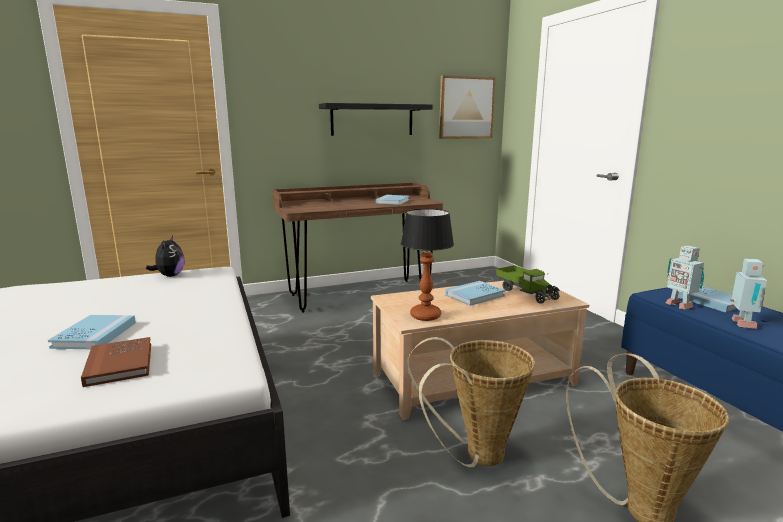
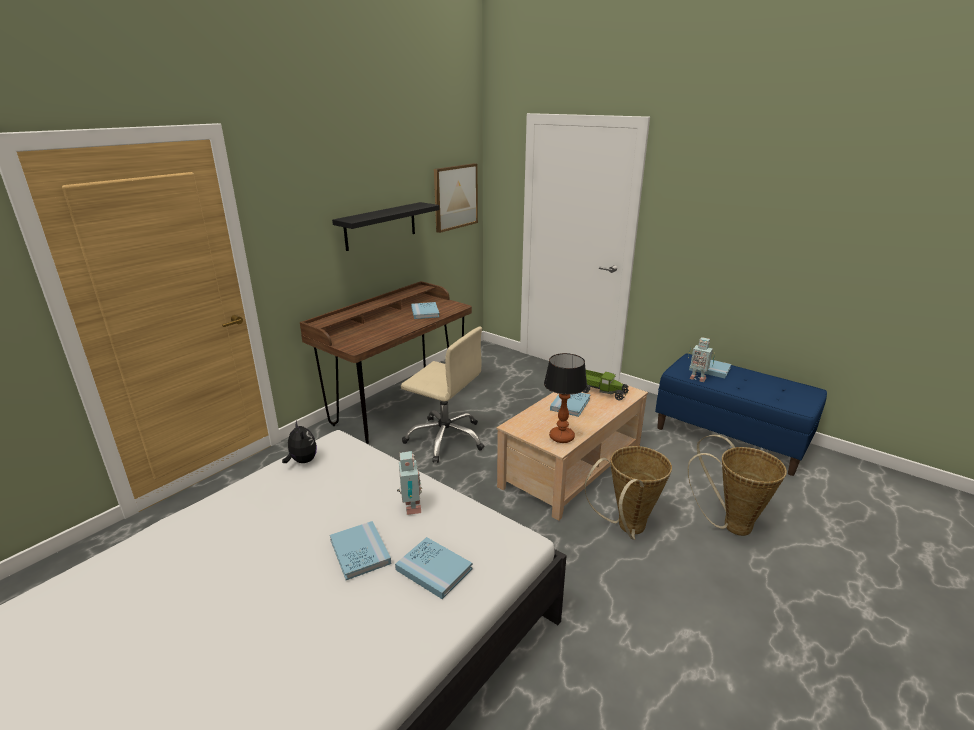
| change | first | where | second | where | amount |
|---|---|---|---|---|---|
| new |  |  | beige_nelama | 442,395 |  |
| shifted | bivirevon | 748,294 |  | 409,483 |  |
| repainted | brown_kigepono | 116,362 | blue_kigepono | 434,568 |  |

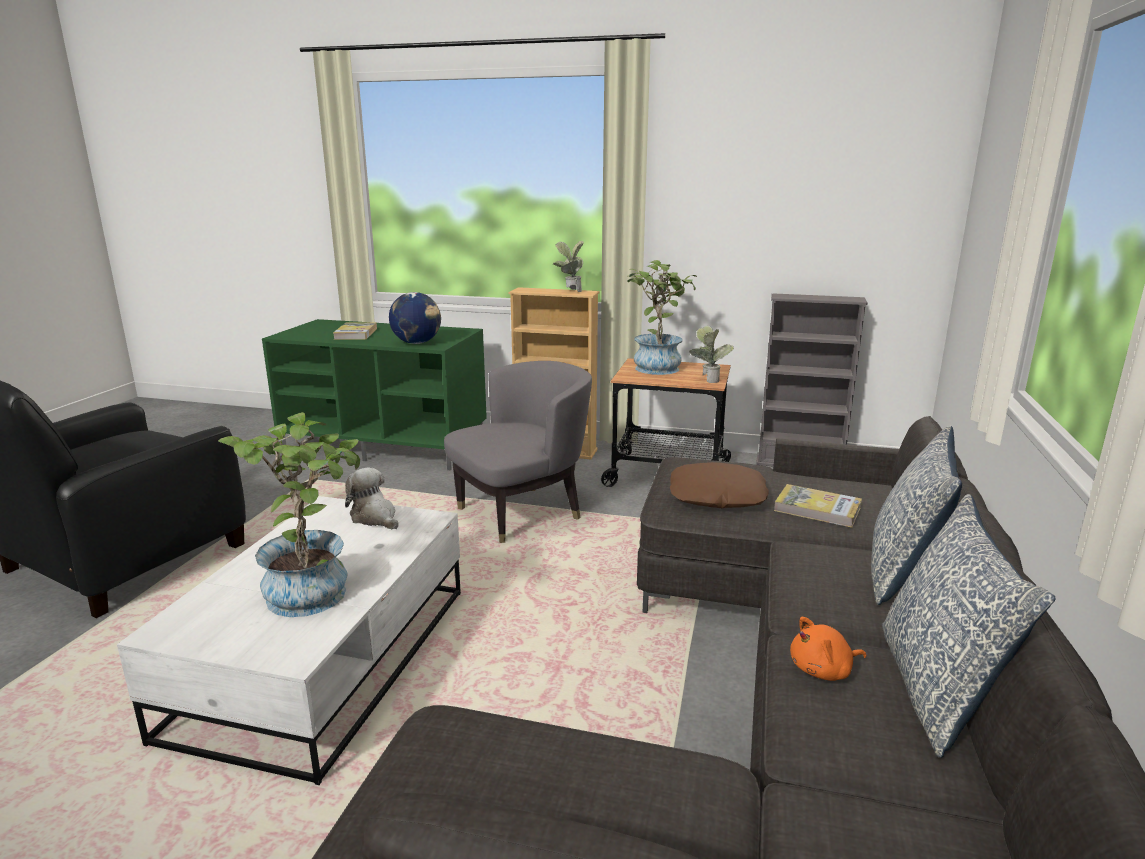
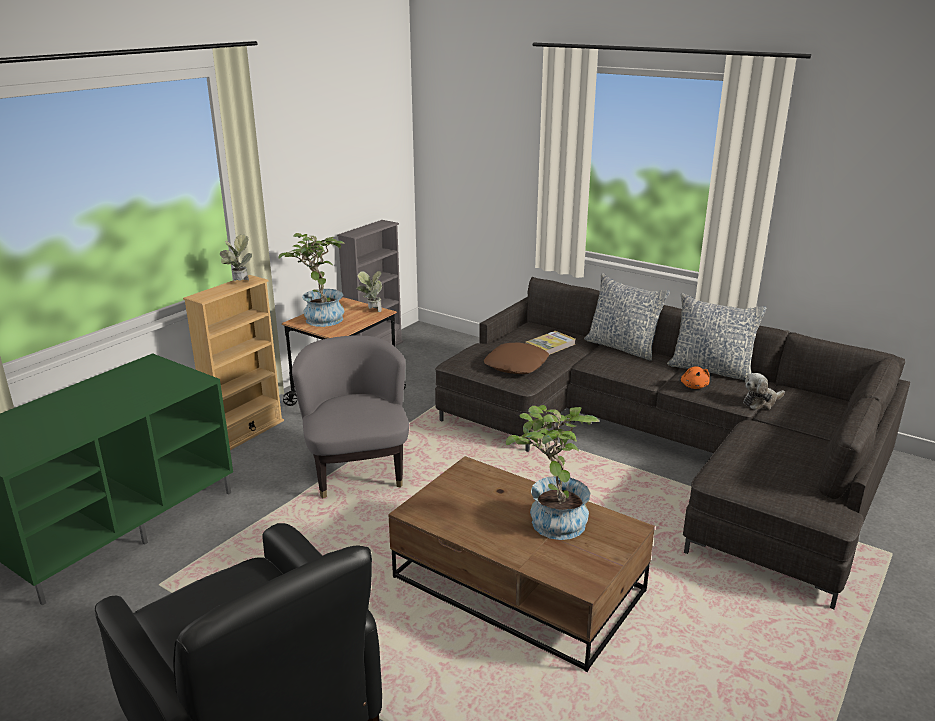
| change | first | where | second | where | amount |
|---|---|---|---|---|---|
| gone | kigepono | 355,331 |  |  |  |
| gone | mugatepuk | 415,318 |  |  |  |
| shifted | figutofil | 372,498 |  | 764,391 |  |
| repainted | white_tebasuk | 289,640 | brown_tebasuk | 521,564 |  |

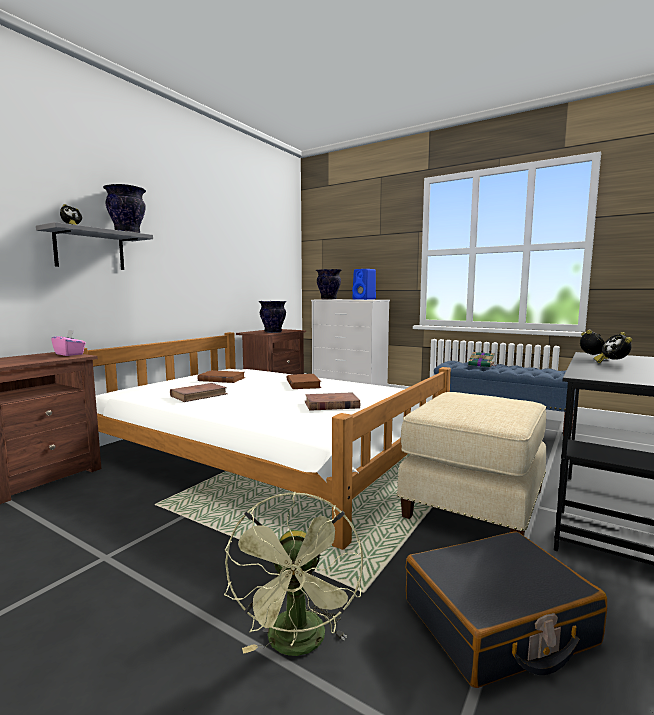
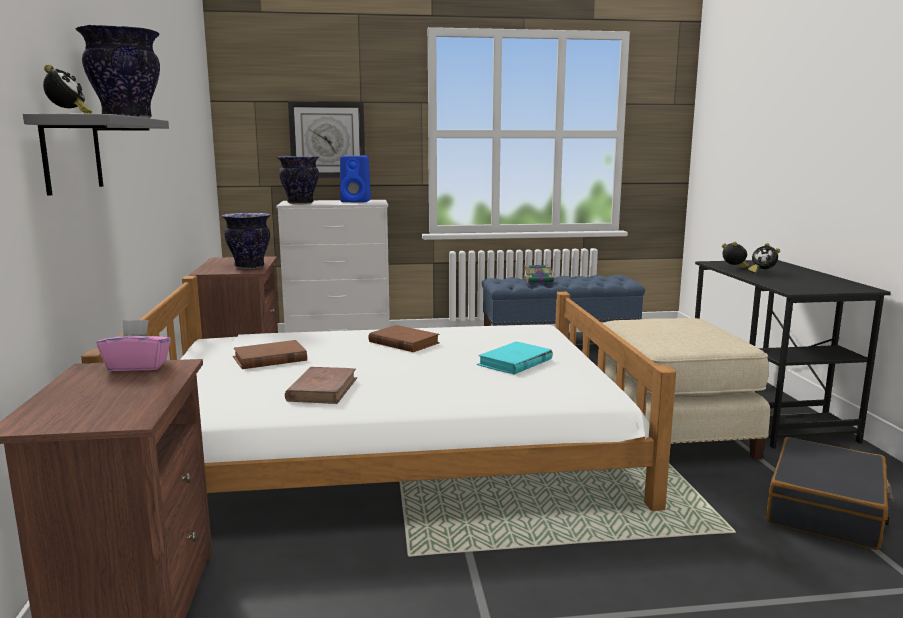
| change | first | where | second | where | amount |
|---|---|---|---|---|---|
| gone | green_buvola | 293,574 |  |  |  |
| new |  |  | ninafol | 326,140 |  |
| repainted | brown_kigepono | 332,401 | turquoise_kigepono | 515,358 |  |

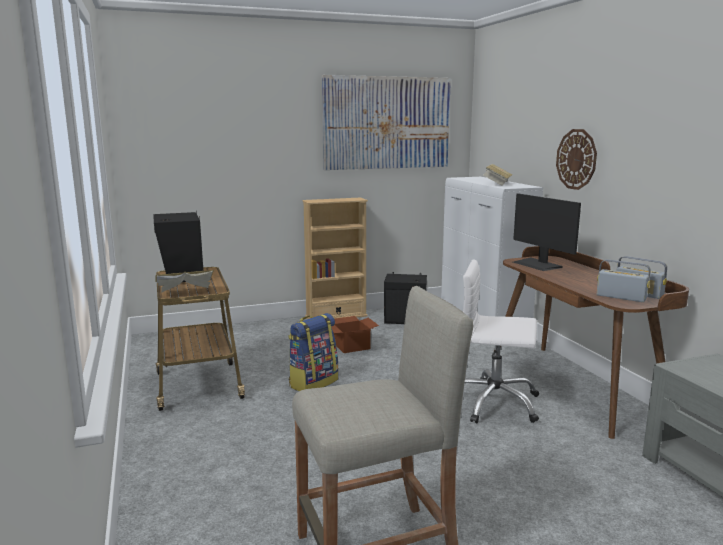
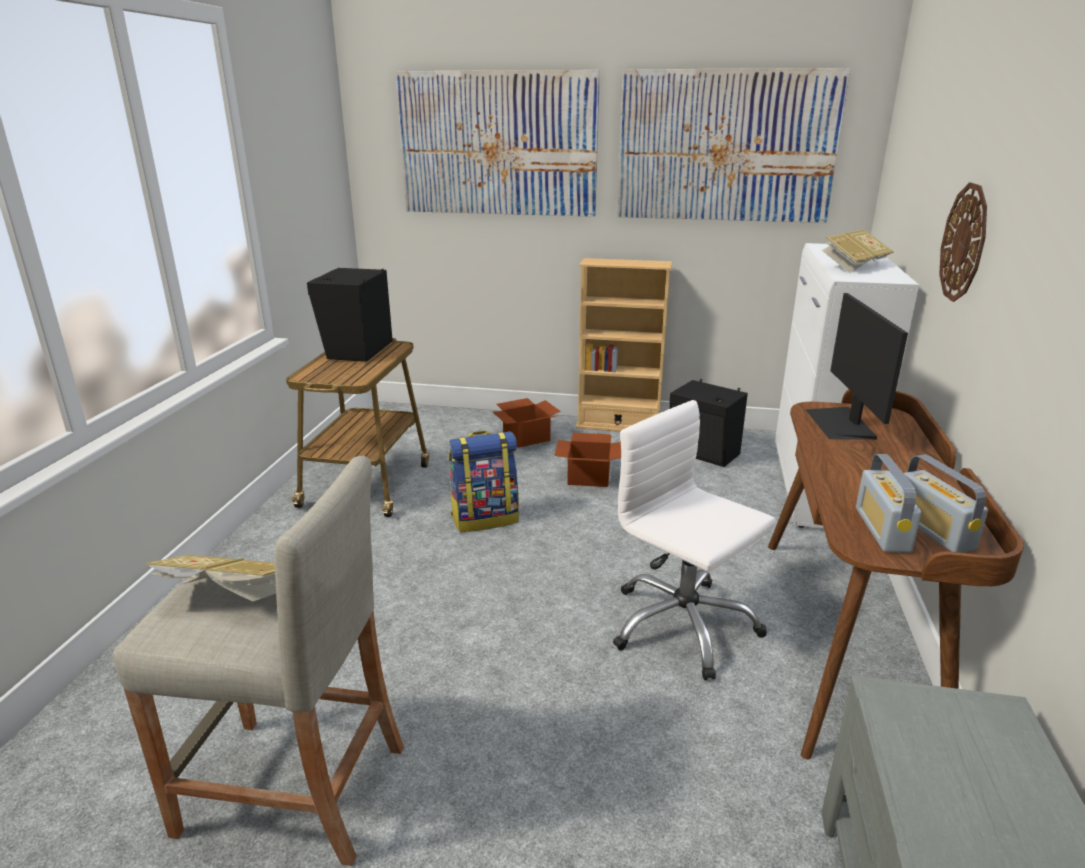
| change | first | where | second | where | amount |
|---|---|---|---|---|---|
| new |  |  | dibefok | 498,143 |  |
| new |  |  | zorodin | 527,423 |  |
| shifted | kigepono | 184,281 |  | 210,578 |  |
| rotated | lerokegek | 623,281 |  | 889,503 | 150 degrees counterclockwise |

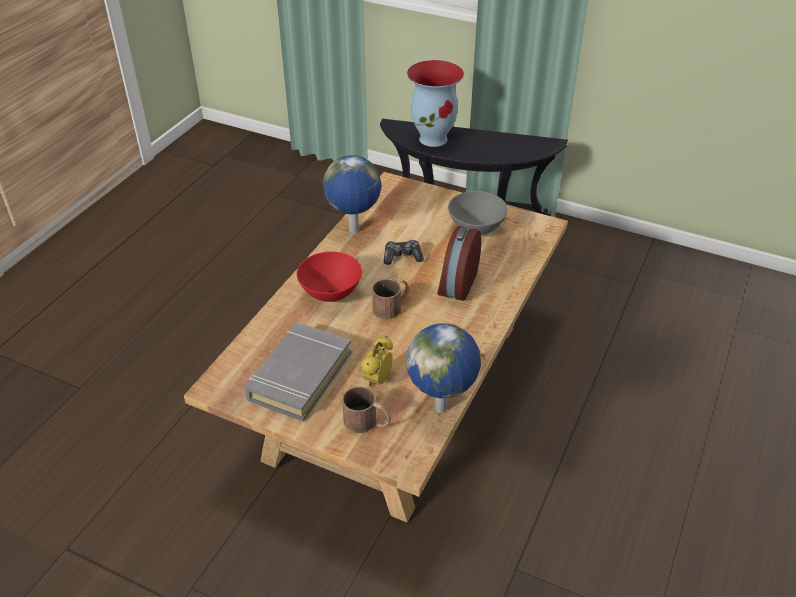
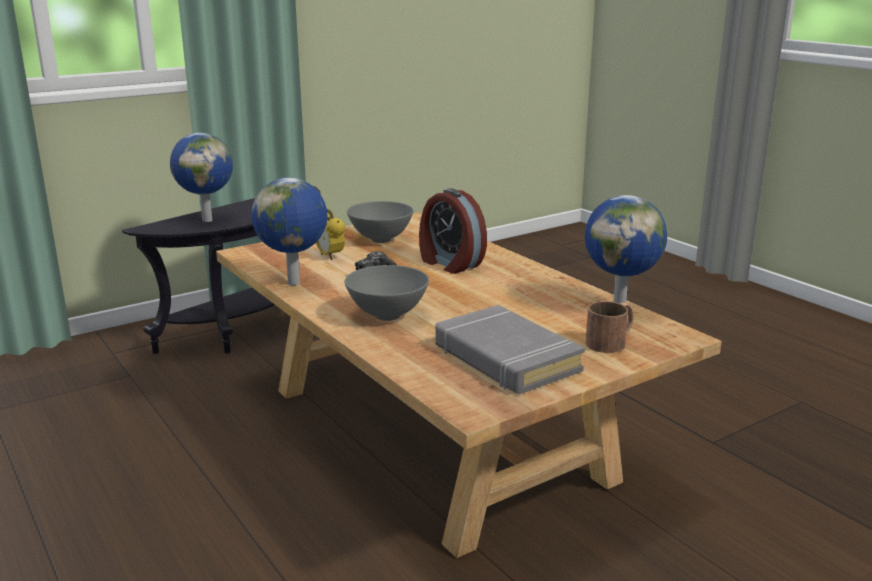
| change | first | where | second | where | amount |
|---|---|---|---|---|---|
| gone | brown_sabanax | 390,299 |  |  |  |
| shifted | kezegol | 377,361 |  | 330,234 |  |
| swapped | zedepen | 435,103 | mugatepuk | 201,177 |  |
| repainted | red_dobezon | 329,277 | grey_dobezon | 387,293 |  |

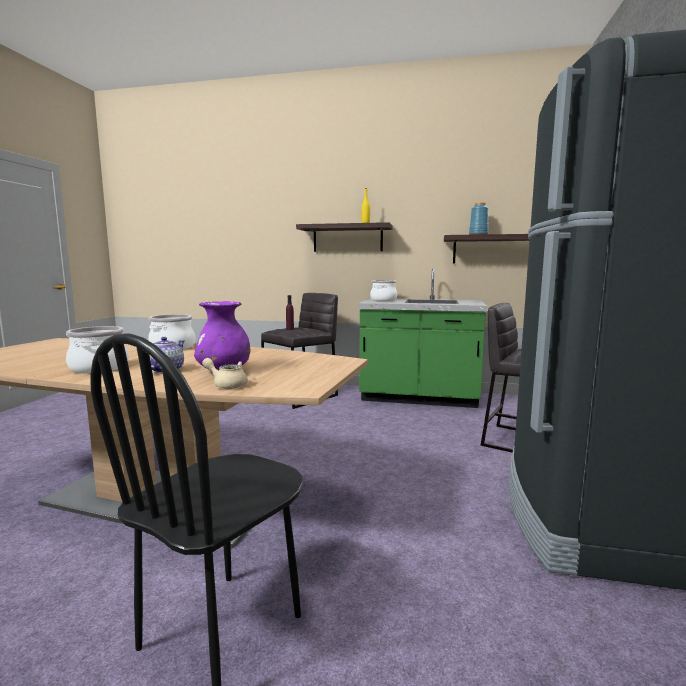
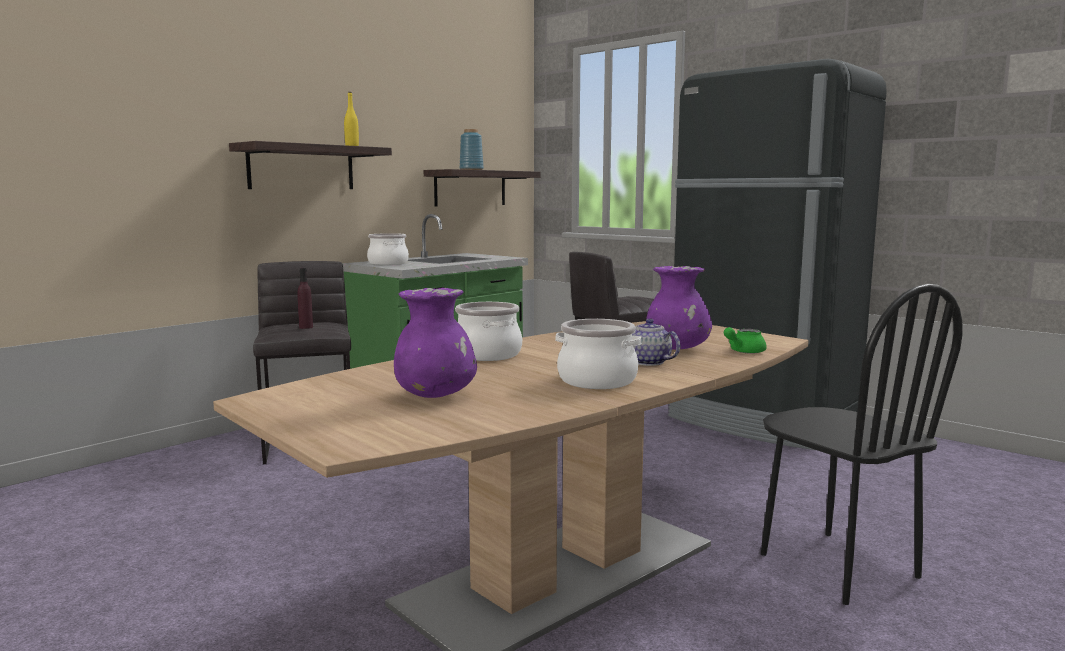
| change | first | where | second | where | amount |
|---|---|---|---|---|---|
| new |  |  | purple_zedepen | 435,343 |  |
| repainted | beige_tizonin | 225,373 | green_tizonin | 745,340 |  |

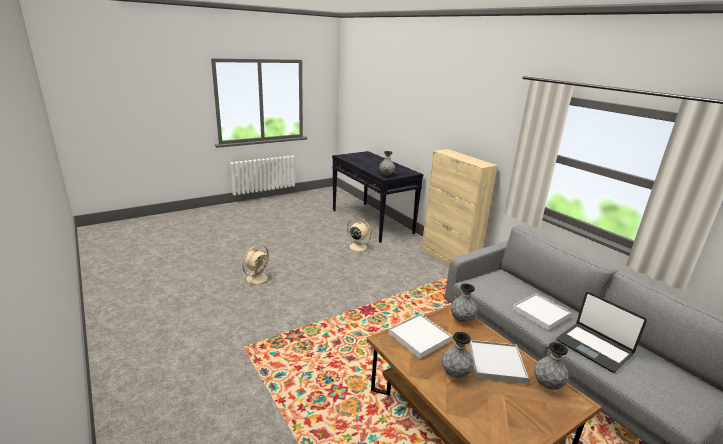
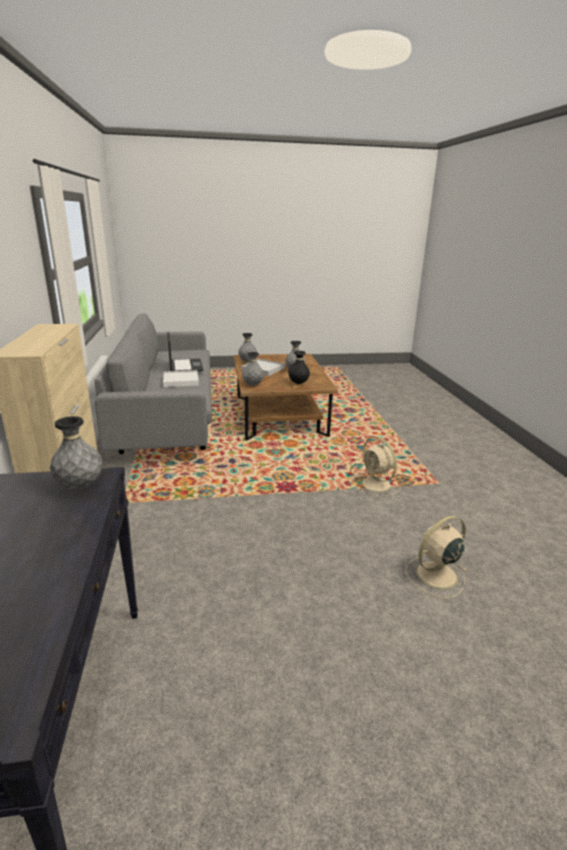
| change | first | where | second | where | amount |
|---|---|---|---|---|---|
| shifted | beige_buvola | 359,235 |  | 377,467 |  |
| swapped | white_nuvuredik | 420,336 | black_zedepen | 299,367 |  |

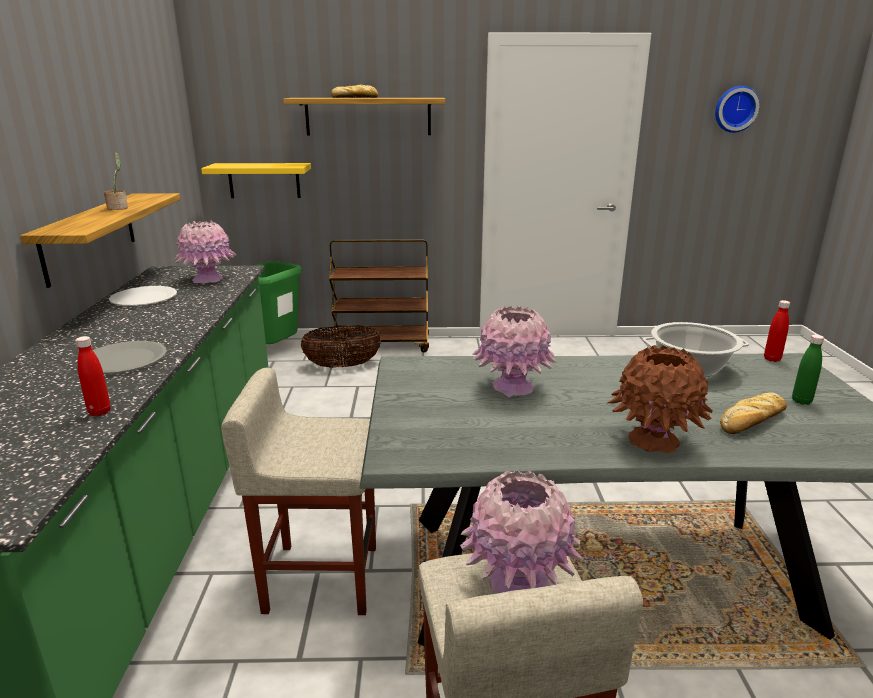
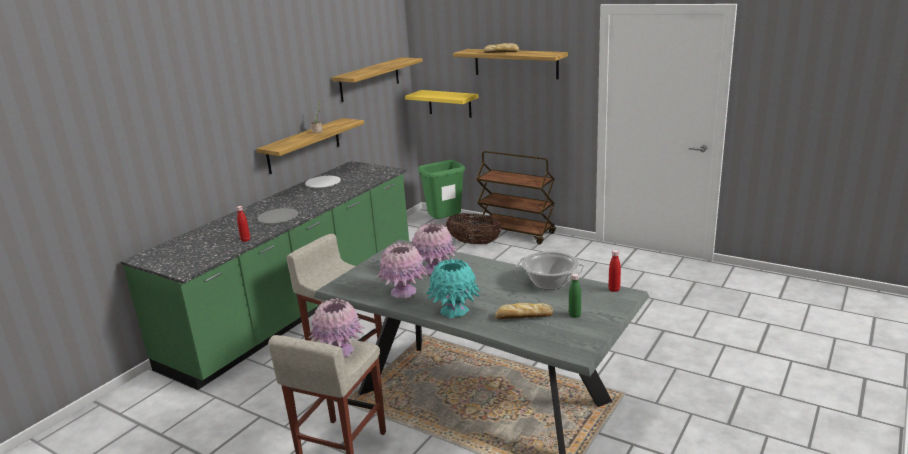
| change | first | where | second | where | amount |
|---|---|---|---|---|---|
| gone | ninafol | 737,109 |  |  |  |
| new |  |  | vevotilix | 377,79 |  |
| shifted | pink_zedepen | 204,252 |  | 402,270 |  |
| repainted | brown_zedepen | 660,399 | turquoise_zedepen | 453,288 |  |

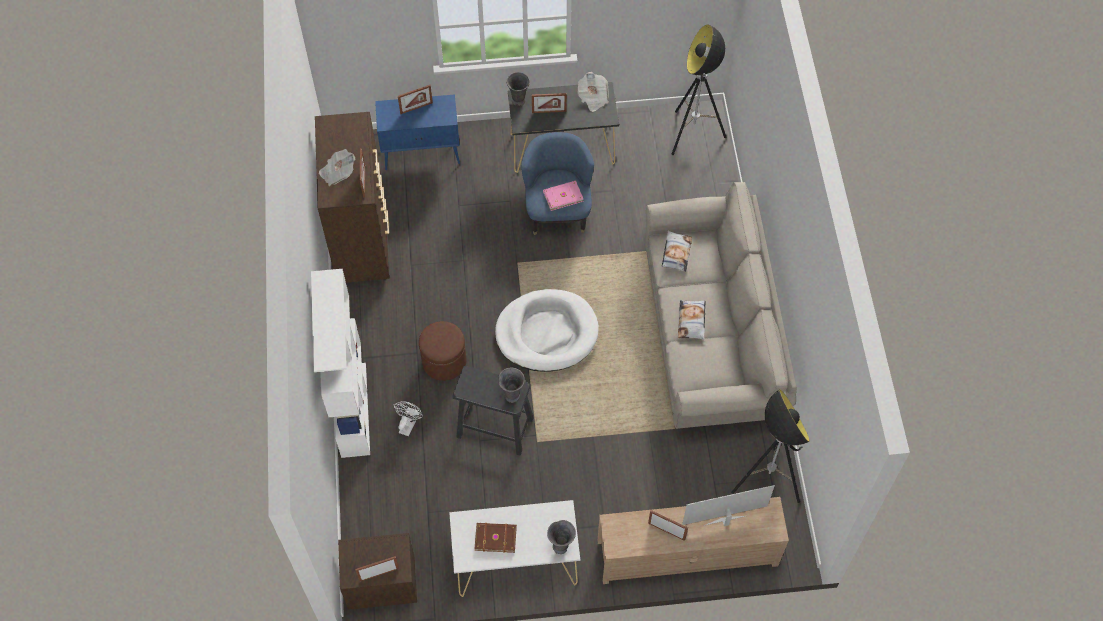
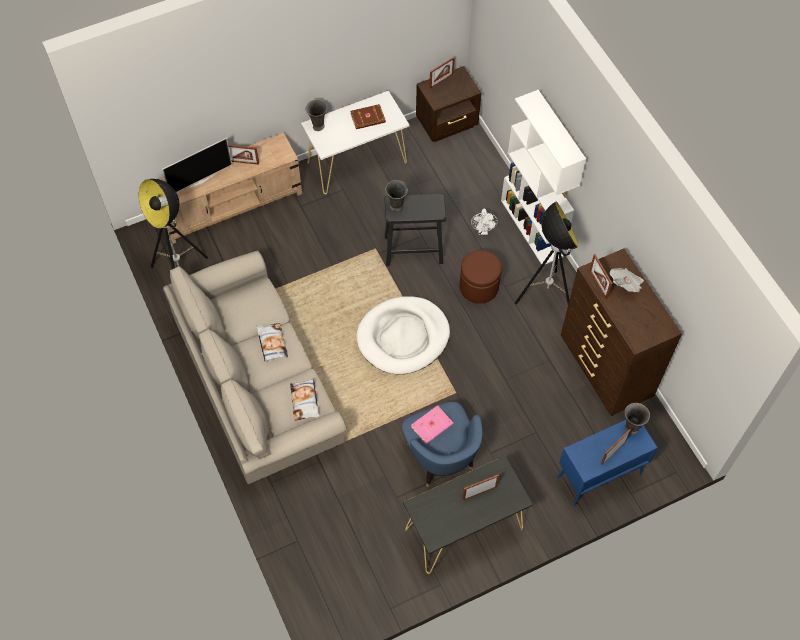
| change | first | where | second | where | amount |
|---|---|---|---|---|---|
| gone | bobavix | 593,92 |  |  |  |
| shifted | grey_zedepen | 518,89 |  | 637,419 |  |
| shifted | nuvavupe | 699,89 |  | 546,252 |  |

